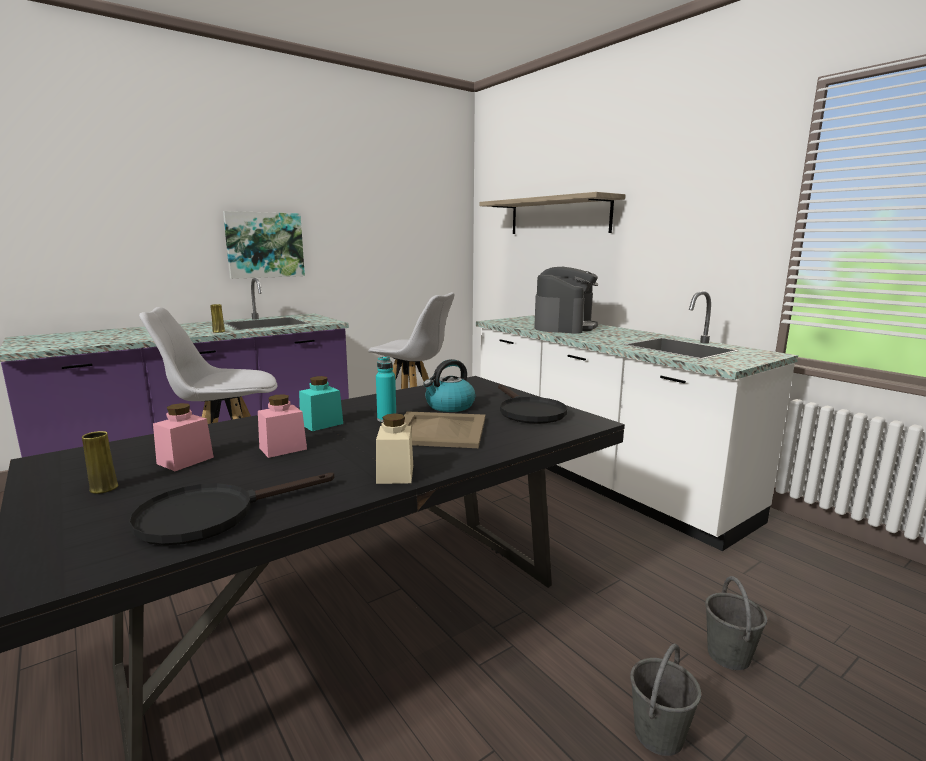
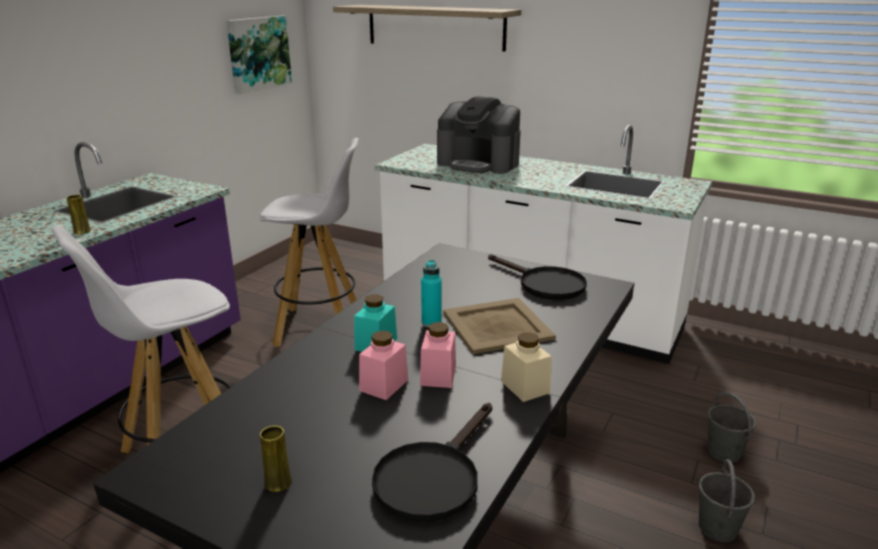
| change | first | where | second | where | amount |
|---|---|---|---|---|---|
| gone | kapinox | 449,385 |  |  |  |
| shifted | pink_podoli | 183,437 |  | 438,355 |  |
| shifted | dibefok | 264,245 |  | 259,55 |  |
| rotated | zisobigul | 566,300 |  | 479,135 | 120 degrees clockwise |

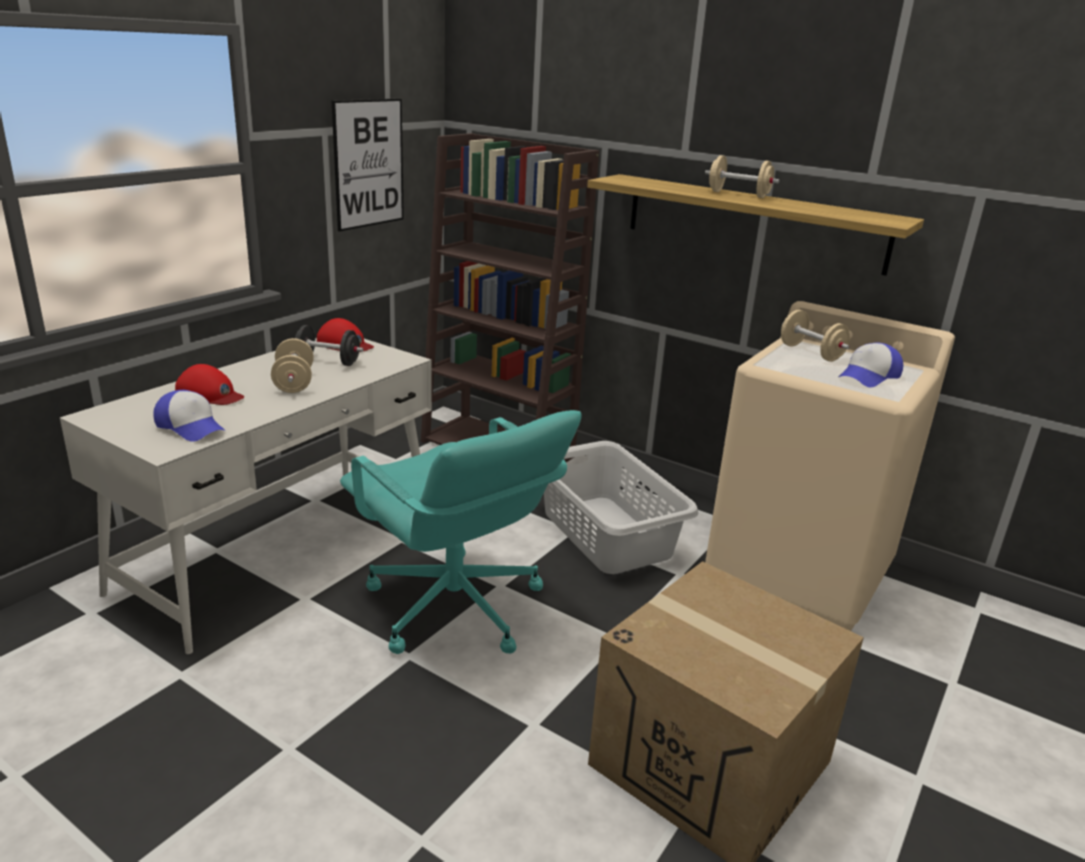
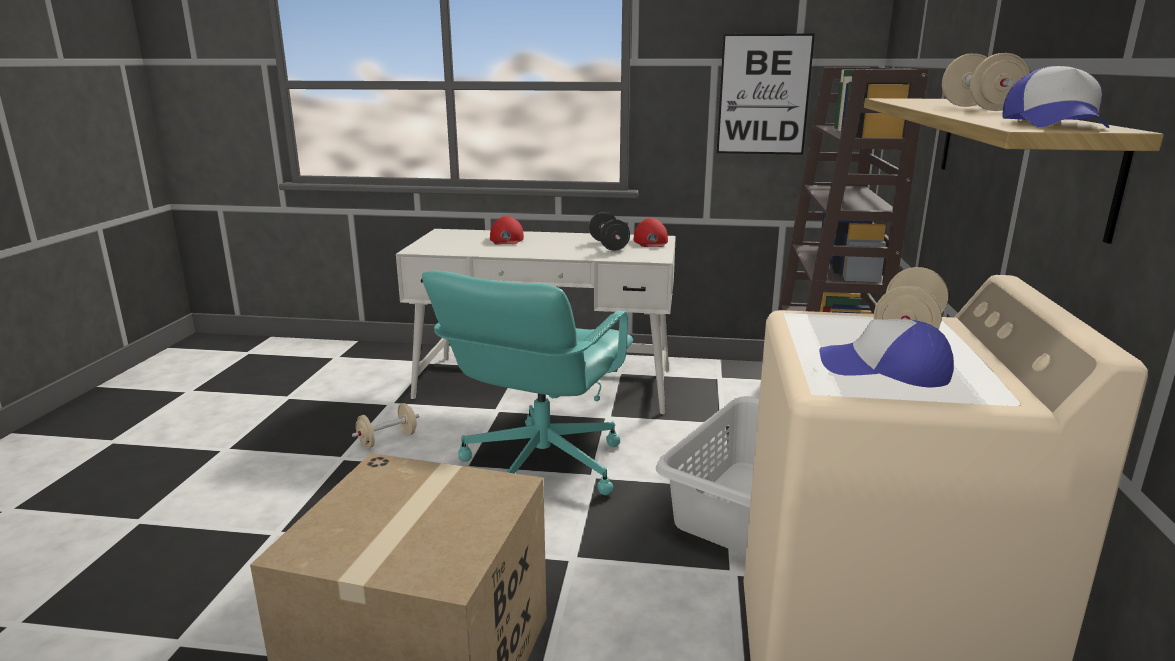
| change | first | where | second | where | amount |
|---|---|---|---|---|---|
| shifted | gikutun | 189,416 |  | 1056,97 |  |
| shifted | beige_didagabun | 292,365 |  | 385,425 |  |

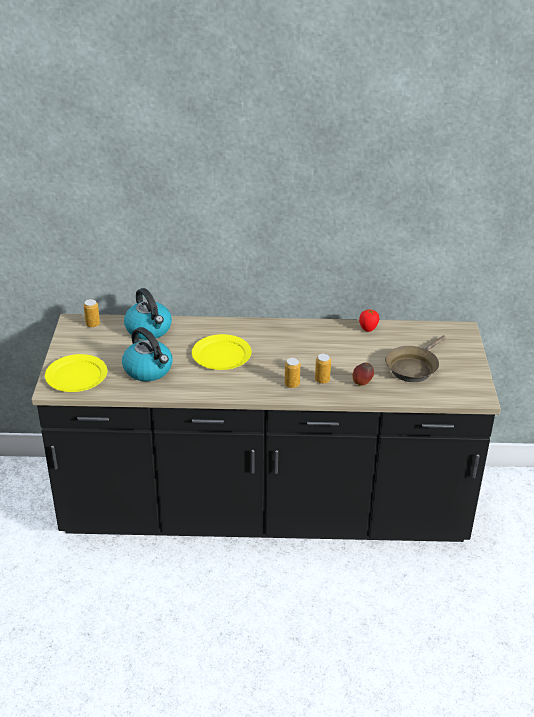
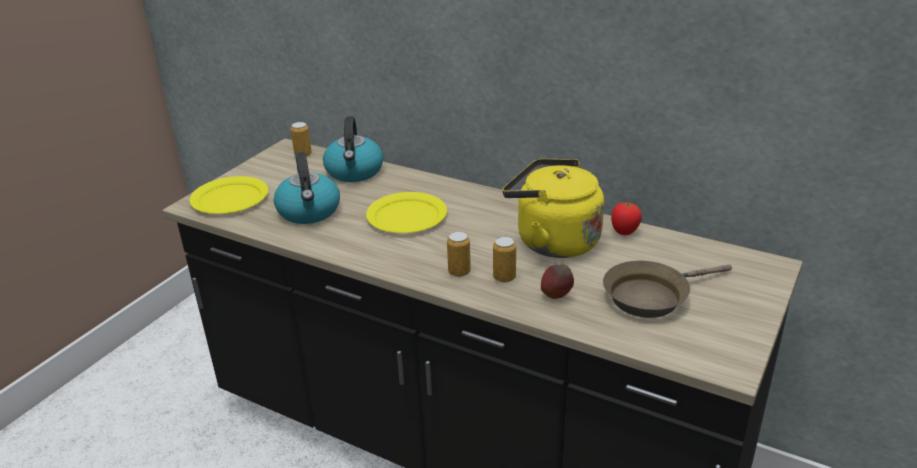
| change | first | where | second | where | amount |
|---|---|---|---|---|---|
| new |  |  | yellow_kapinox | 553,208 |  |

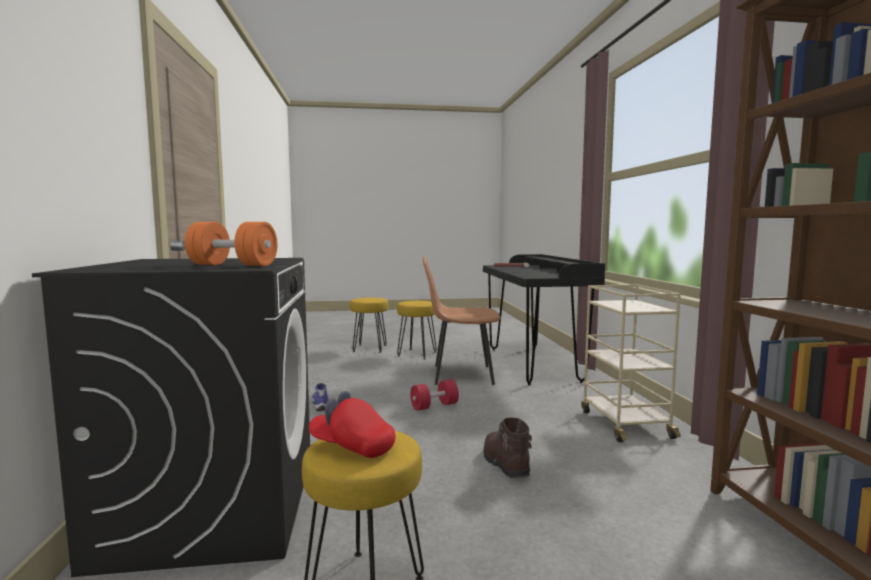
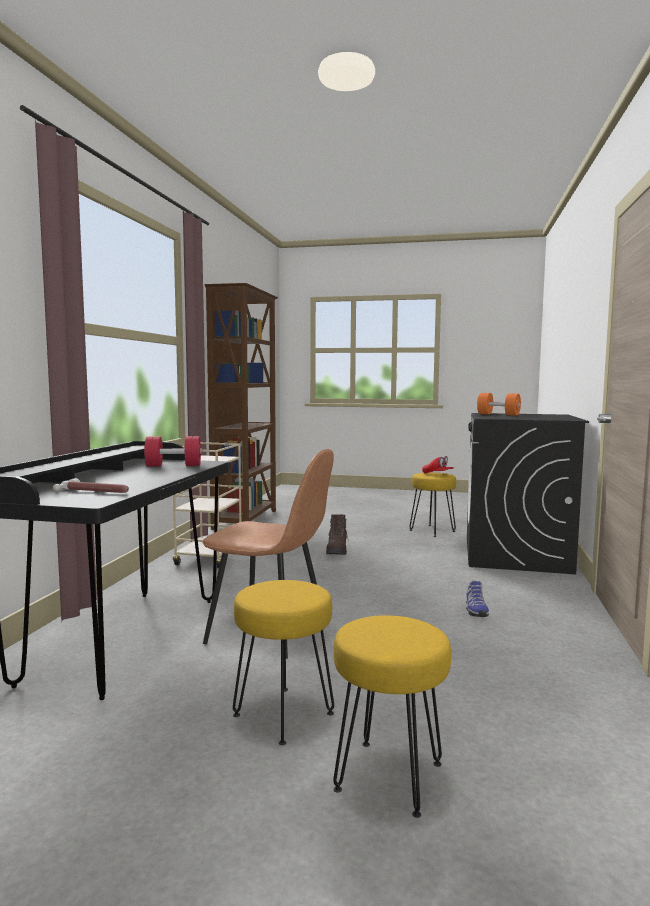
| change | first | where | second | where | amount |
|---|---|---|---|---|---|
| shifted | red_didagabun | 434,395 |  | 173,451 |  |

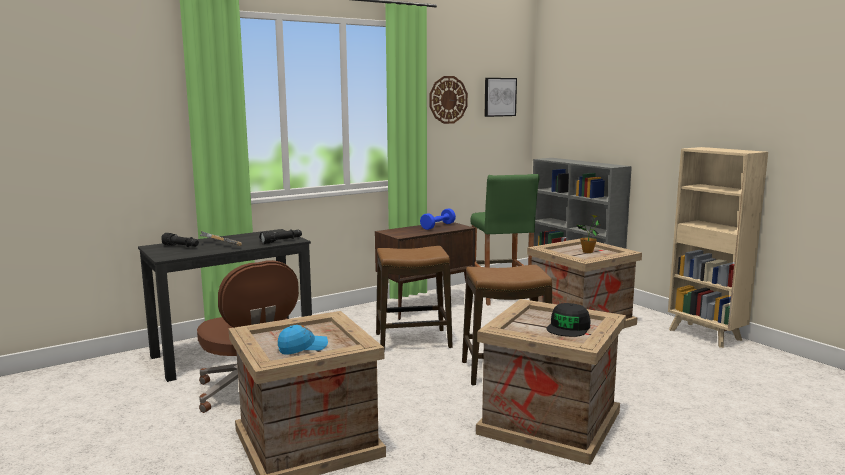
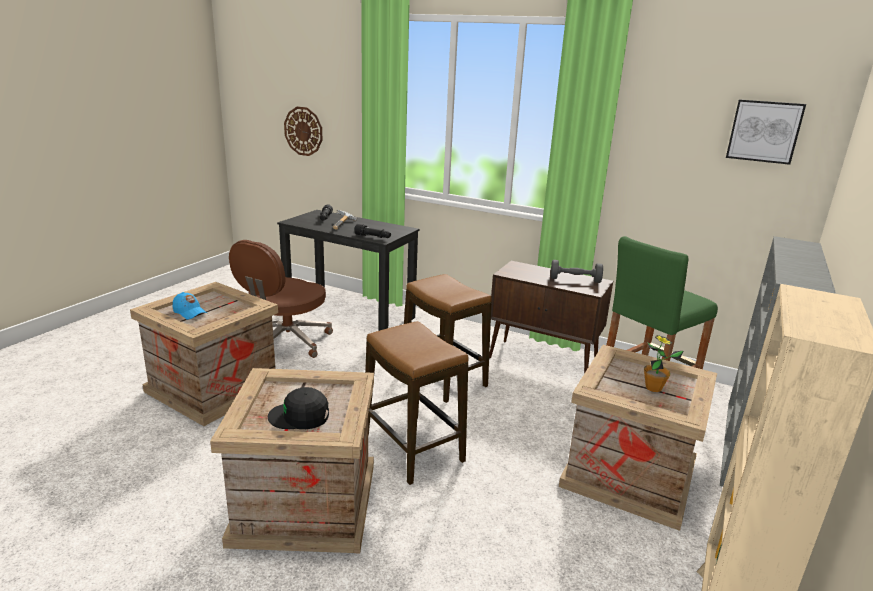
| change | first | where | second | where | amount |
|---|---|---|---|---|---|
| shifted | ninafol | 449,100 |  | 303,131 |  |
| repainted | blue_didagabun | 438,219 | grey_didagabun | 576,271 |  |

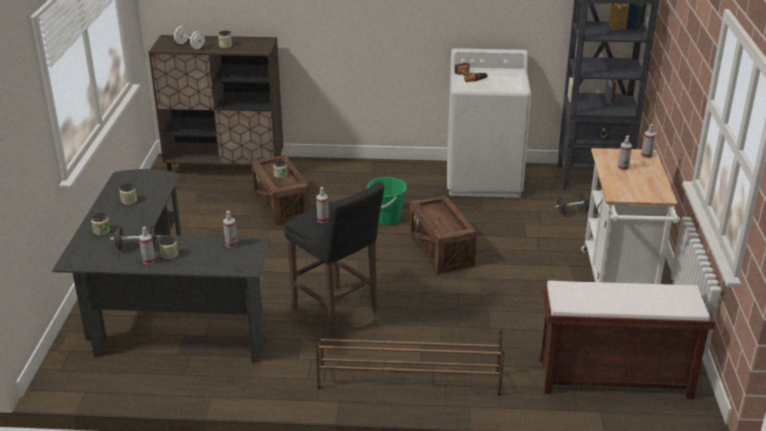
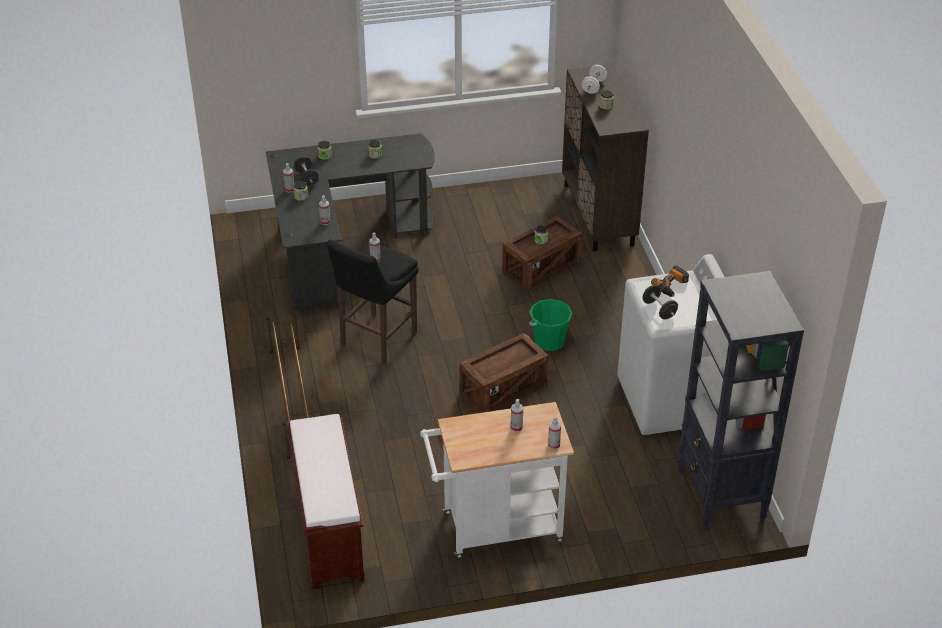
| change | first | where | second | where | amount |
|---|---|---|---|---|---|
| shifted | black_didagabun | 572,204 |  | 660,302 |  |

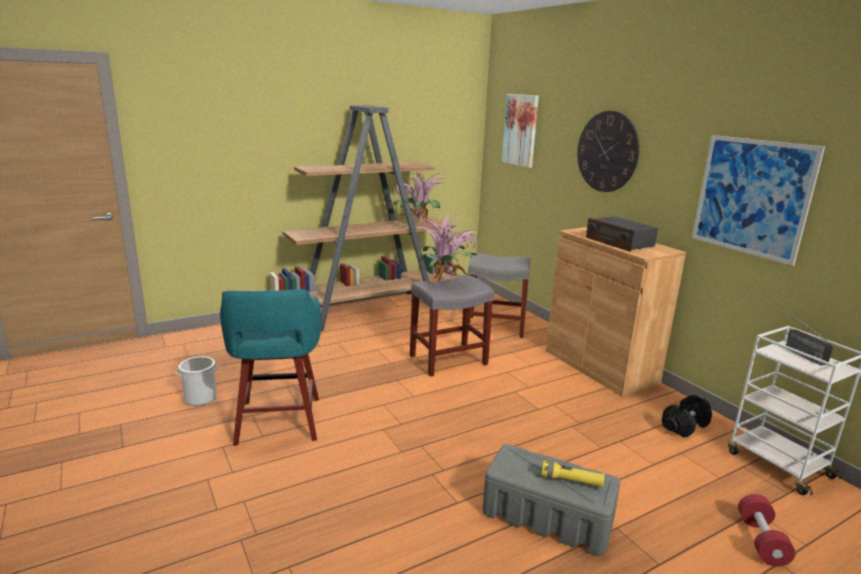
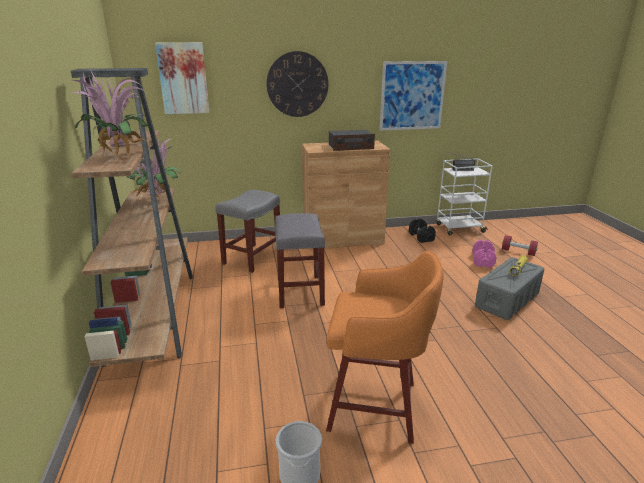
| change | first | where | second | where | amount |
|---|---|---|---|---|---|
| new |  |  | pink_didagabun | 484,253 |  |
| shifted | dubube | 447,251 |  | 112,116 |  |
| repainted | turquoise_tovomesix | 270,367 | orange_tovomesix | 385,347 |  |

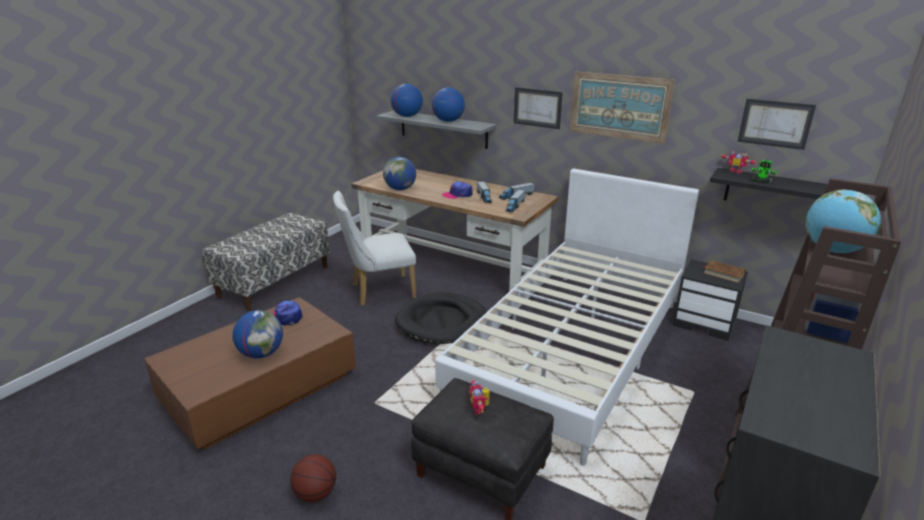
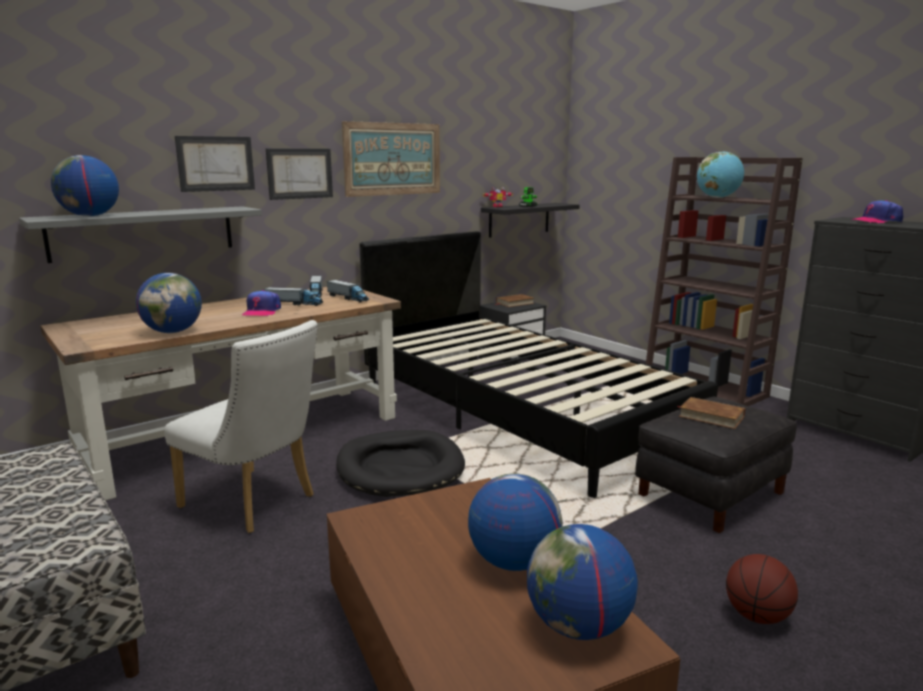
| change | first | where | second | where | amount |
|---|---|---|---|---|---|
| shifted | gikutun | 288,313 |  | 877,211 |  |
| shifted | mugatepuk | 448,105 |  | 582,582 |  |
| shifted | dibefok | 776,124 |  | 215,164 |  |
| swapped | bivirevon | 479,397 | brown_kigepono | 711,413 |  |
| repainted | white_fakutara | 567,317 | black_fakutara | 539,364 |  |
| rotated | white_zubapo | 374,248 |  | 241,426 | 60 degrees counterclockwise |

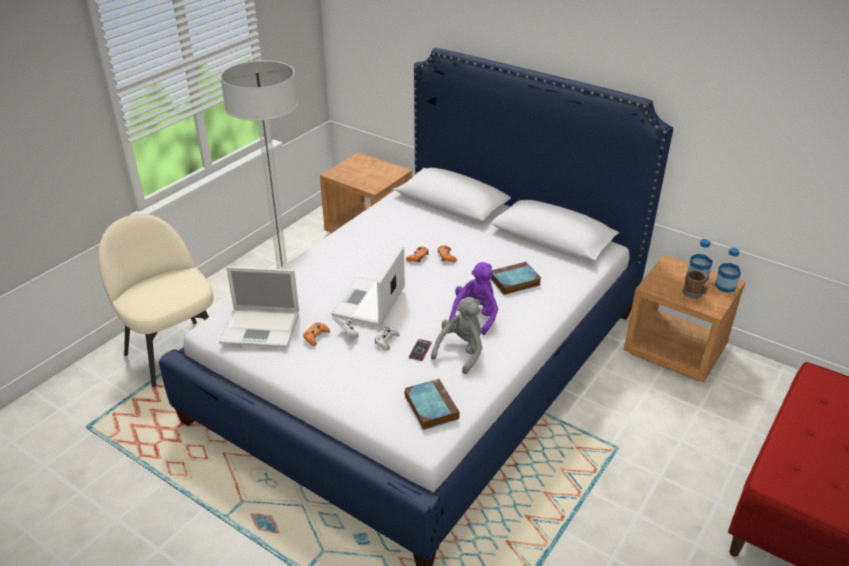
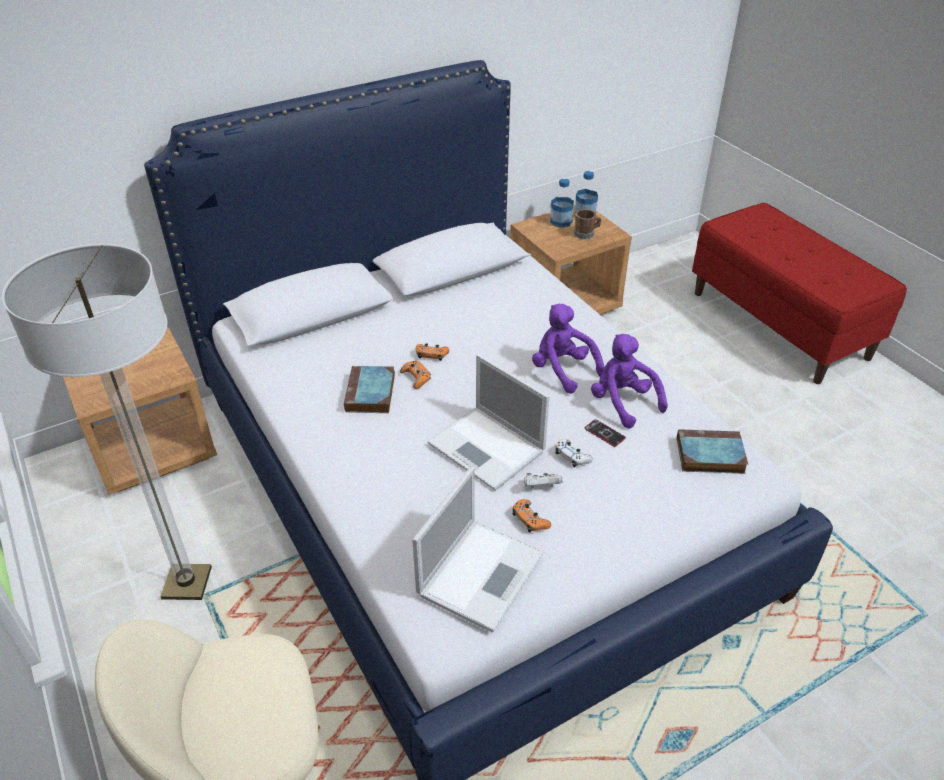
| change | first | where | second | where | amount |
|---|---|---|---|---|---|
| shifted | kigepono | 516,278 |  | 369,389 |  |
| repainted | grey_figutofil | 456,335 | purple_figutofil | 629,381 |  |

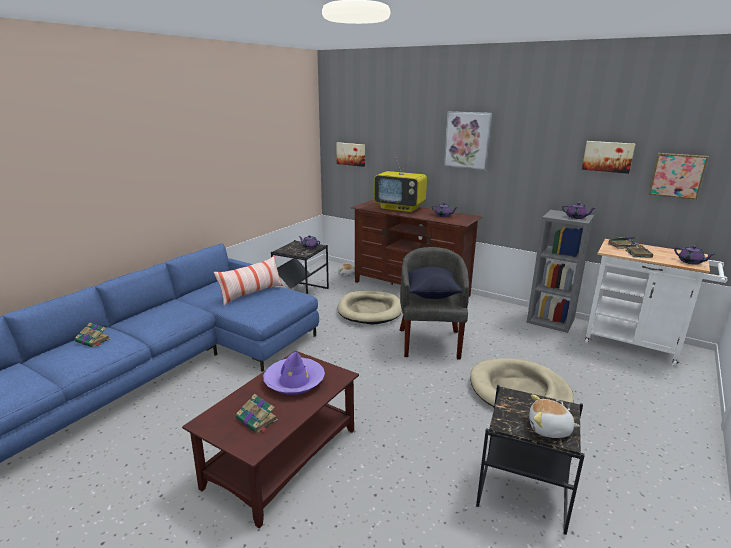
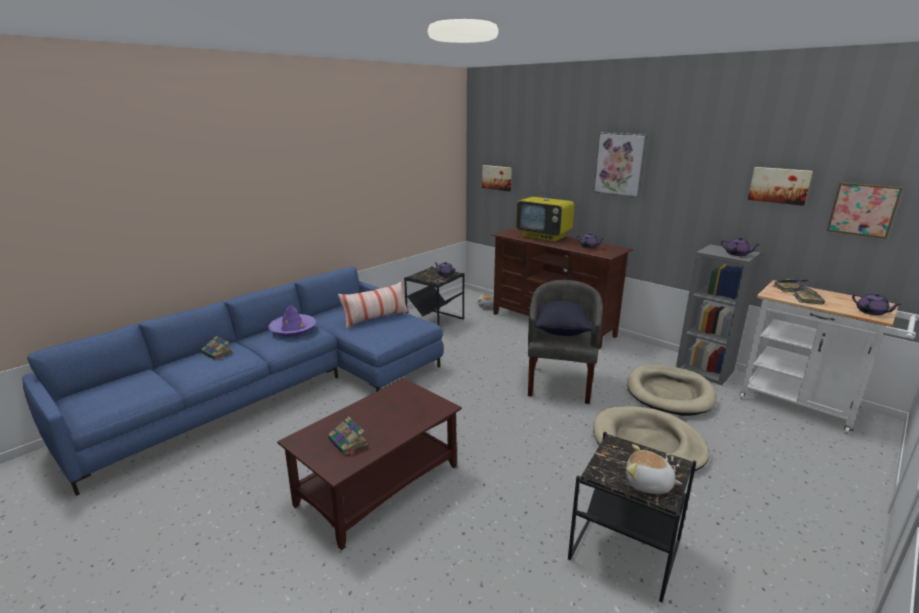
| change | first | where | second | where | amount |
|---|---|---|---|---|---|
| shifted | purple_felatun | 294,373 |  | 292,320 |  |
| shifted | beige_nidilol | 369,308 |  | 672,390 |  |

